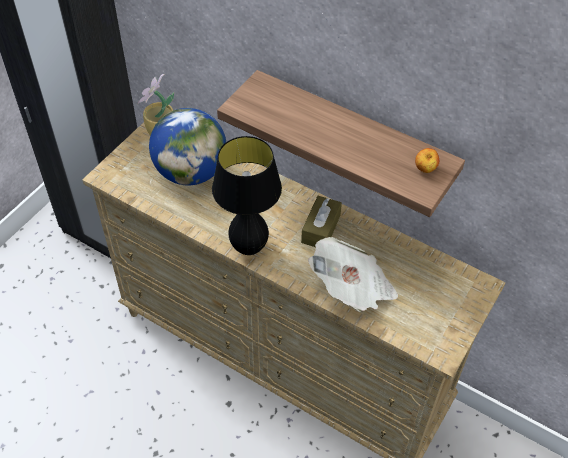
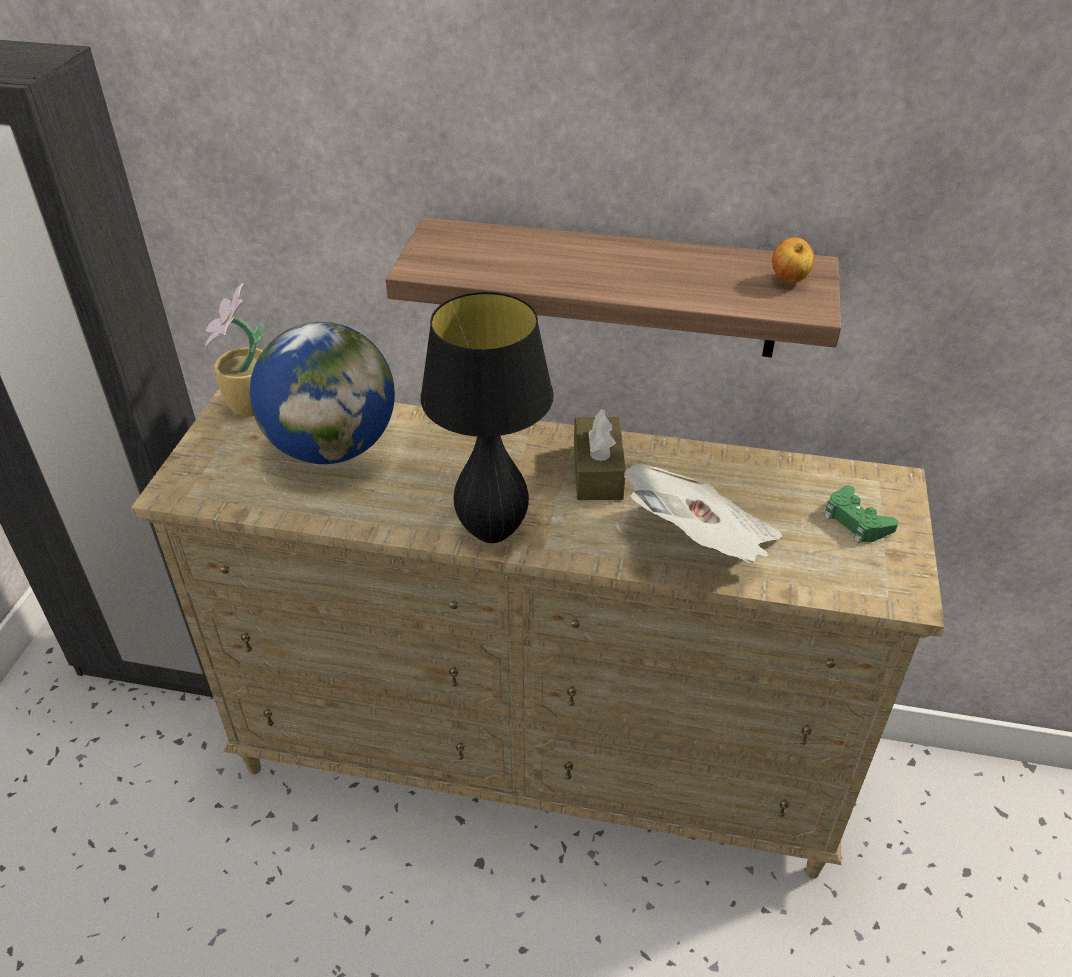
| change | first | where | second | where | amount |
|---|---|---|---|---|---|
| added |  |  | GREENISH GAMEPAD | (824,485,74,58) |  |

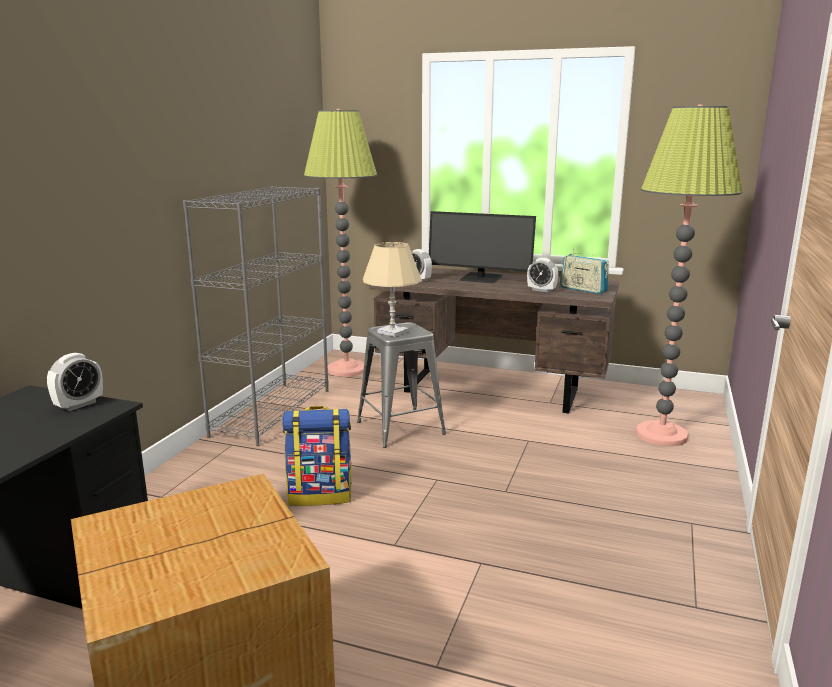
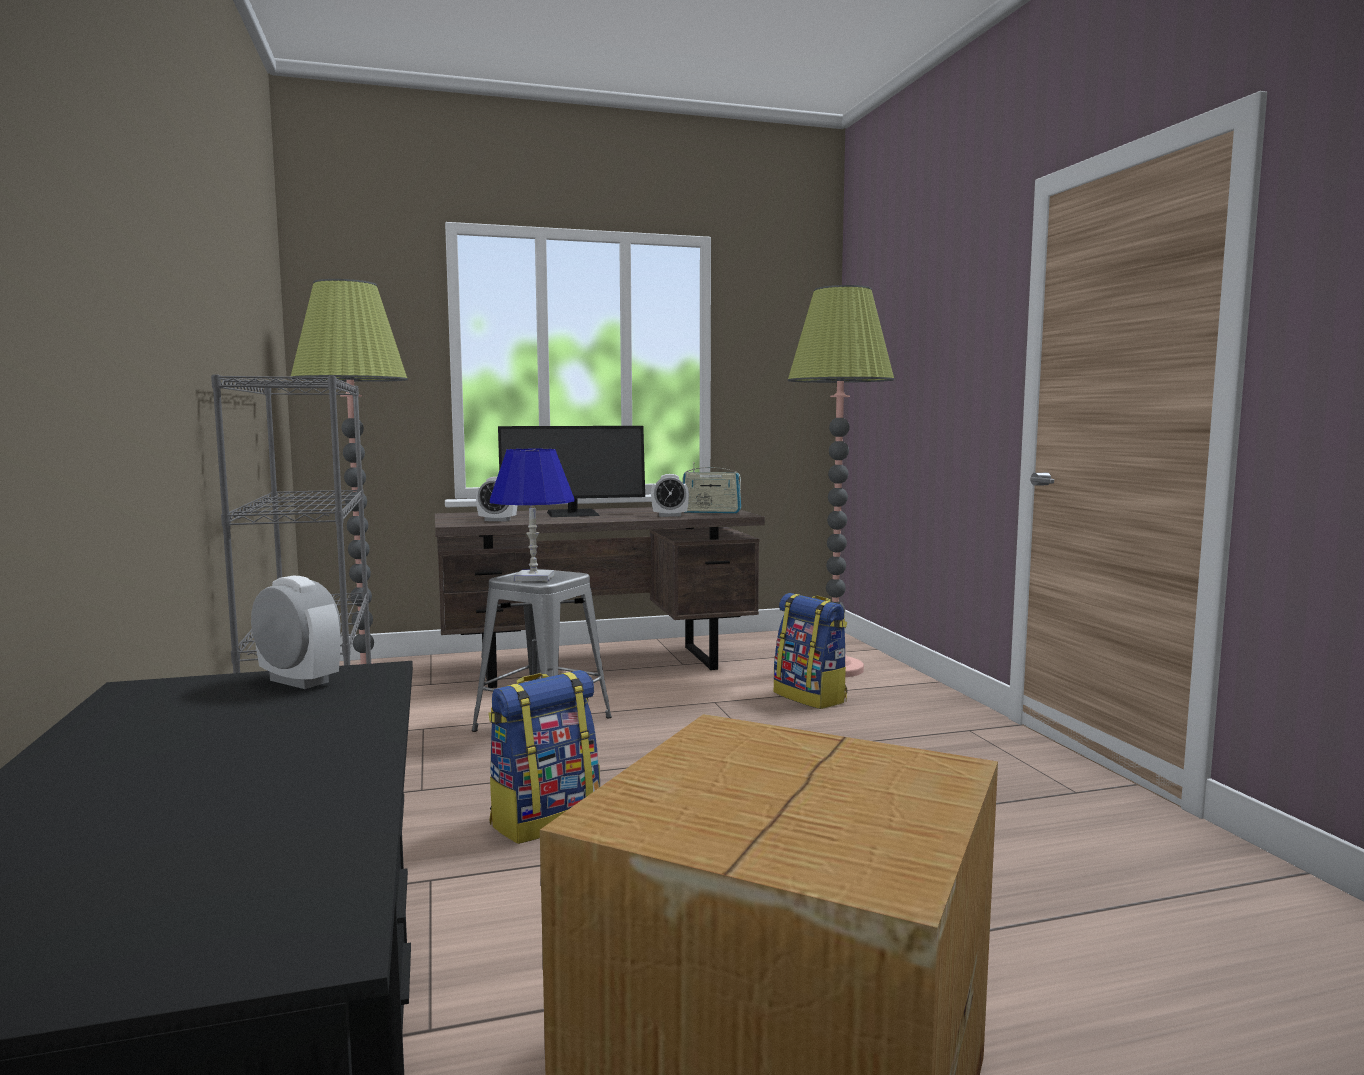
| change | first | where | second | where | amount |
|---|---|---|---|---|---|
| turned | ALARM CLOCK | (47,353,56,58) |  | (251,576,90,113) | 60 degrees counterclockwise |
| recoloured | SAND-COLOURED TABLETOP LAMP | (363,242,59,95) | BLUISH TABLETOP LAMP | (490,449,85,132) |  |
| added |  |  | KNAPSACK | (774,593,73,116) |  |

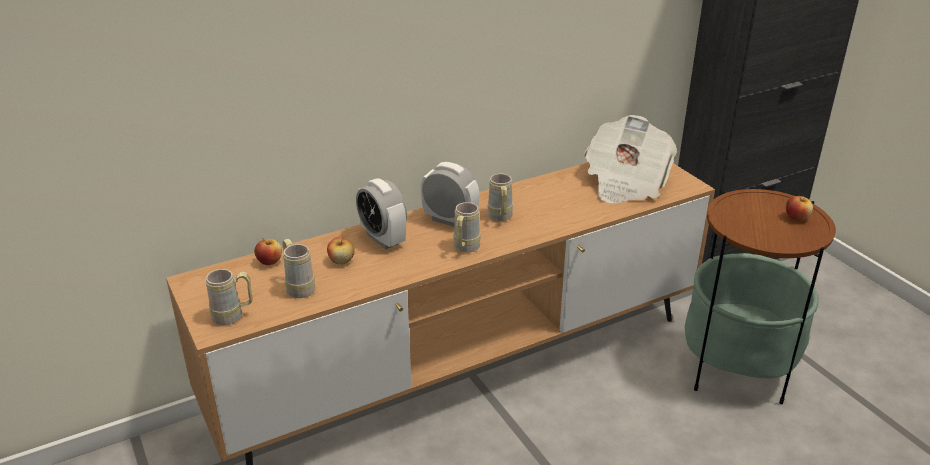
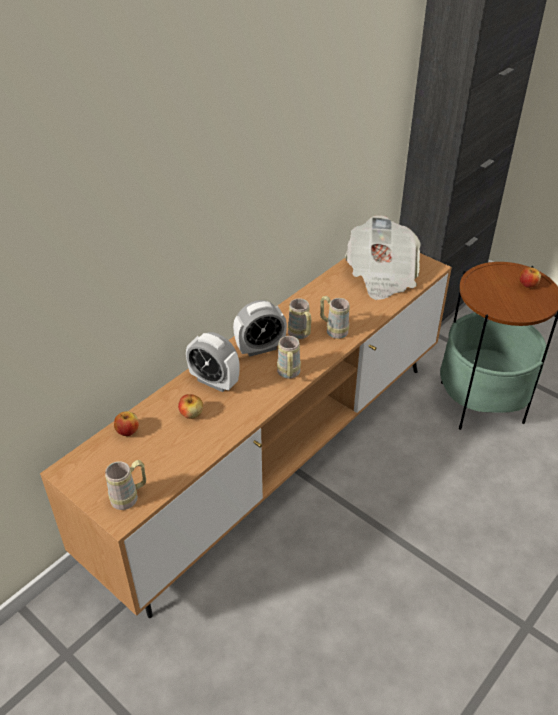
| change | first | where | second | where | amount |
|---|---|---|---|---|---|
| moved | SAND-COLOURED TEA MUG | (282,239,33,59) |  | (320,296,30,43) |  |
| turned | ALARM CLOCK | (421,162,58,65) |  | (233,300,54,57) | 150 degrees clockwise |

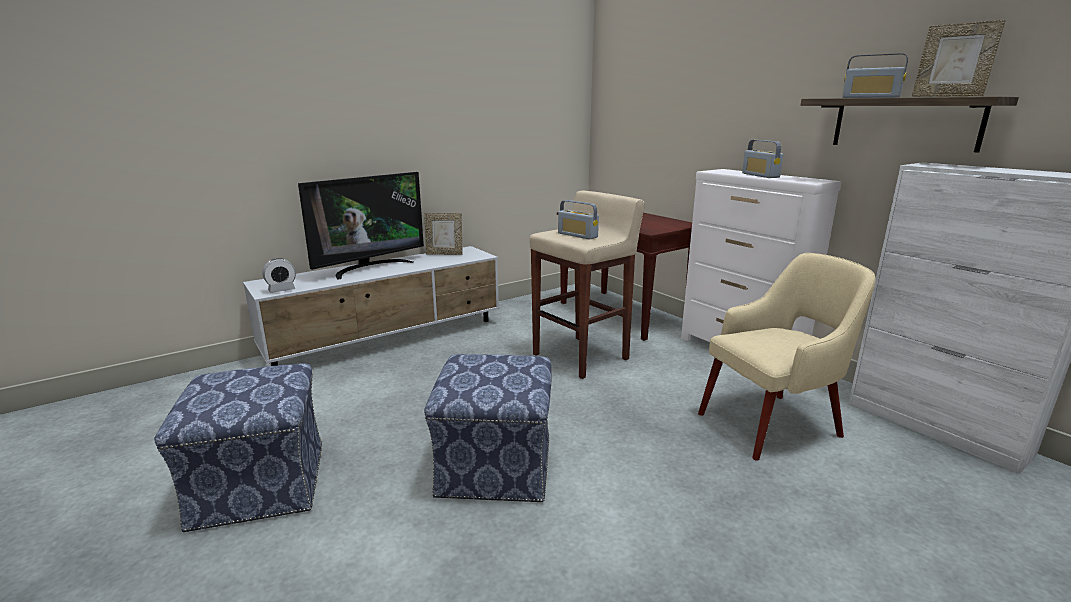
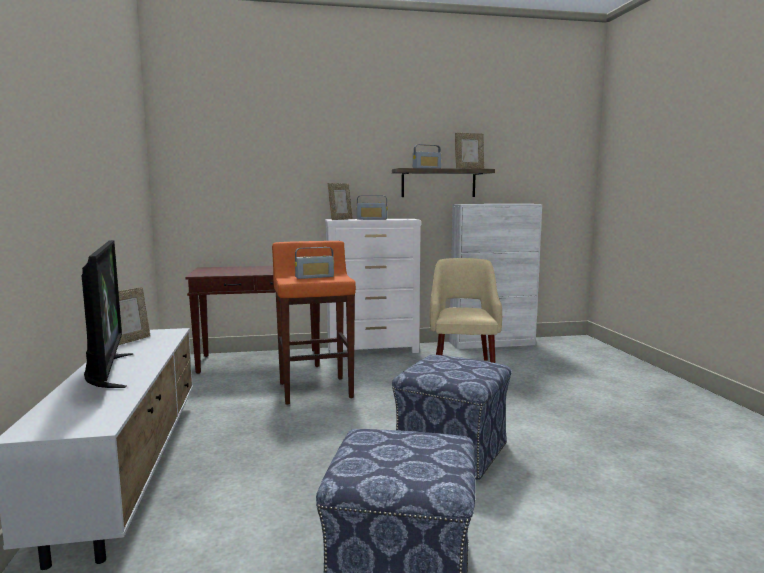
| change | first | where | second | where | amount |
|---|---|---|---|---|---|
| removed | ALARM CLOCK | (262,258,34,35) |  |  |  |
| recoloured | SAND-COLOURED STOOL SEAT | (529,191,116,188) | ORANGE-COLOURED STOOL SEAT | (272,241,84,164) |  |
| added |  |  | PICTURE FRAME | (328,183,25,37) |  |

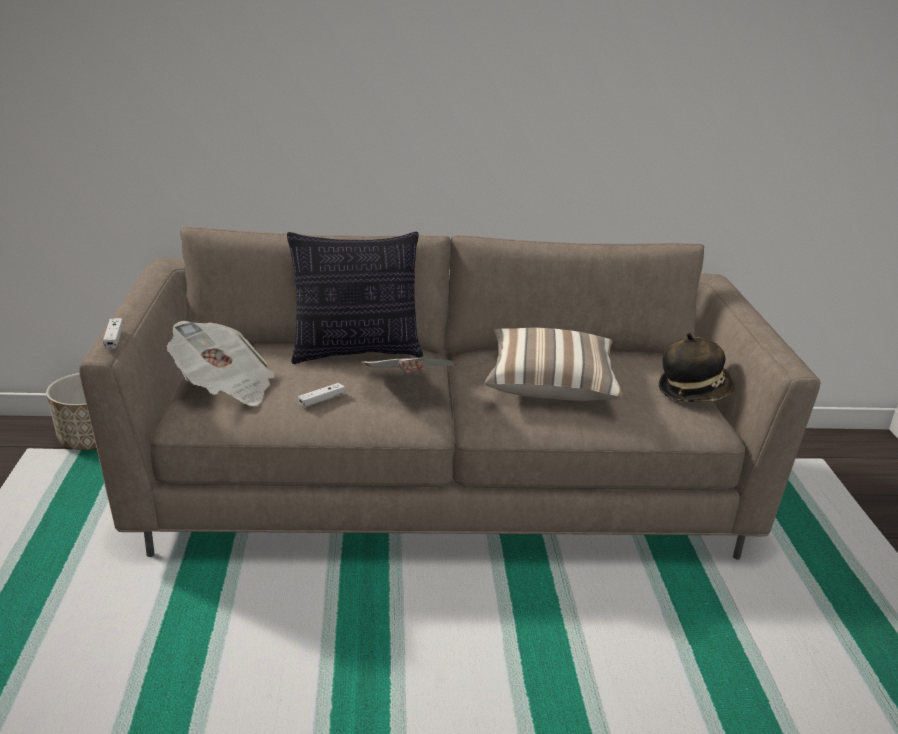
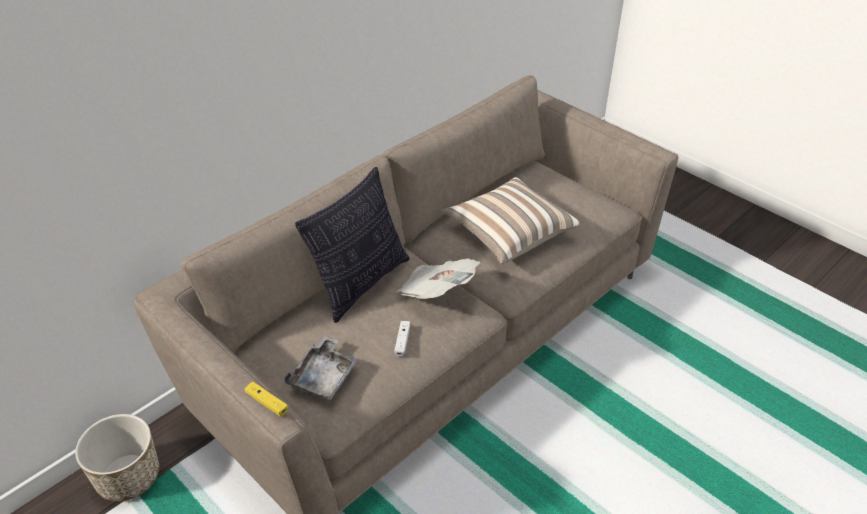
| change | first | where | second | where | amount |
|---|---|---|---|---|---|
| recoloured | WHITISH GAMEPAD | (103,318,20,31) | YELLOWISH GAMEPAD | (245,381,43,36) |  |
| replaced | DAILY PAPER | (167,321,108,85) | GREY TRAY | (284,335,74,65) |  |
| removed | WEARABLE HAT | (659,333,76,69) |  |  |  |

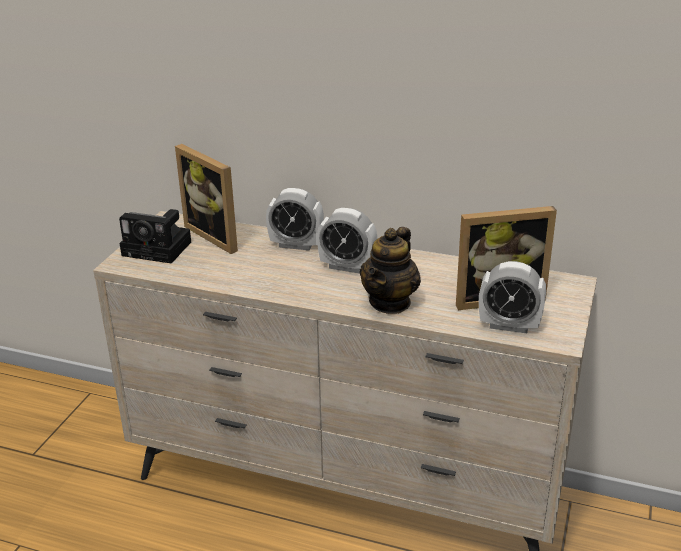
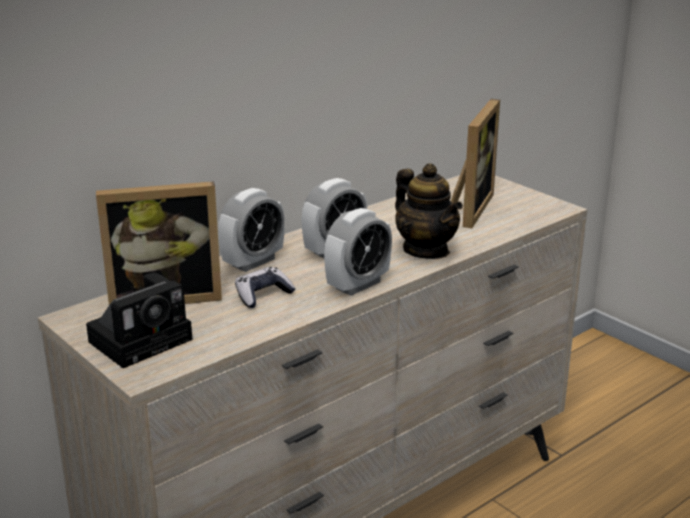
| change | first | where | second | where | amount |
|---|---|---|---|---|---|
| moved | ALARM CLOCK | (479,261,67,72) |  | (324,208,68,88) |  |
| added |  |  | GAMEPAD | (235,267,60,41) |  |

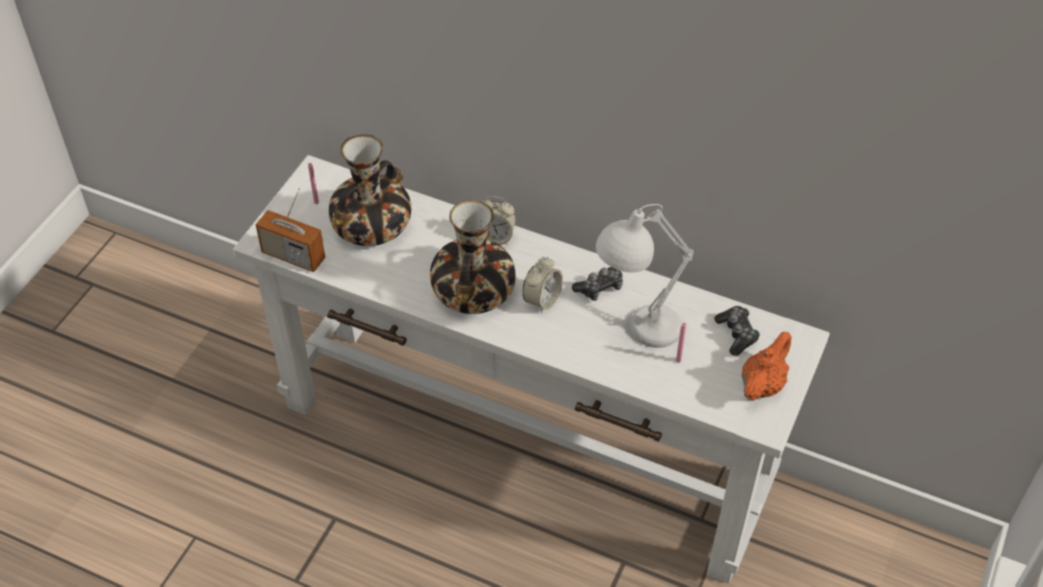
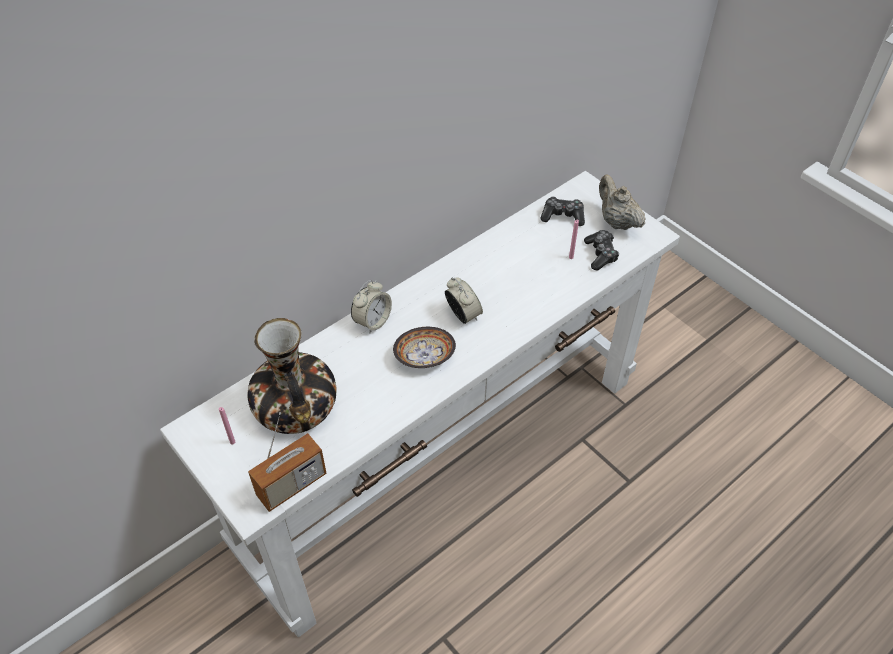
| change | first | where | second | where | amount |
|---|---|---|---|---|---|
| replaced | VASE | (430,200,86,114) | DEEP DISH | (393,327,63,41) |  |
| moved | GAMEPAD | (572,267,51,34) |  | (584,230,35,40) |  |
| removed | WHITISH TABLETOP LAMP | (596,204,98,144) |  |  |  |
| recoloured | ORANGE-COLOURED TEA POT | (741,332,50,69) | SAND-COLOURED TEA POT | (599,175,46,55) |  |

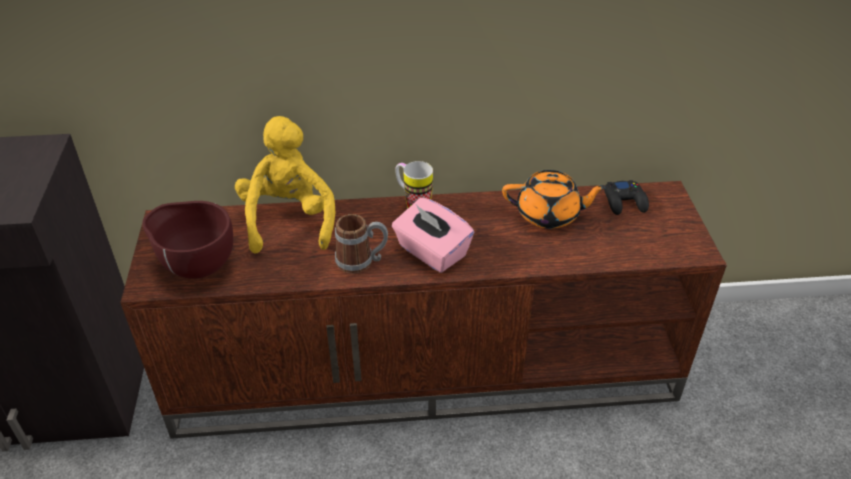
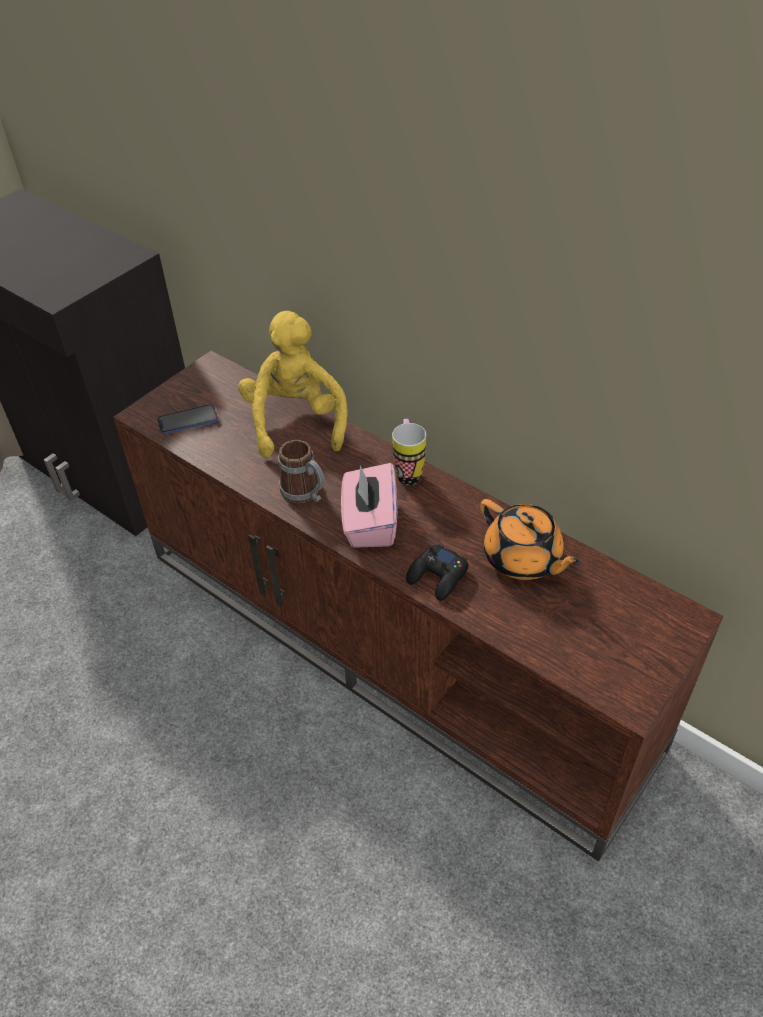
| change | first | where | second | where | amount |
|---|---|---|---|---|---|
| replaced | BROWN-COLOURED DEEP DISH | (142,201,91,78) | HANDSET | (157,404,61,30) |  |
| turned | YELLOWISH PLUSH TOY | (235,116,100,138) |  | (238,311,110,147) | 45 degrees counterclockwise |
| moved | BLACK-COLOURED GAMEPAD | (604,180,45,35) |  | (406,544,62,57) |  |

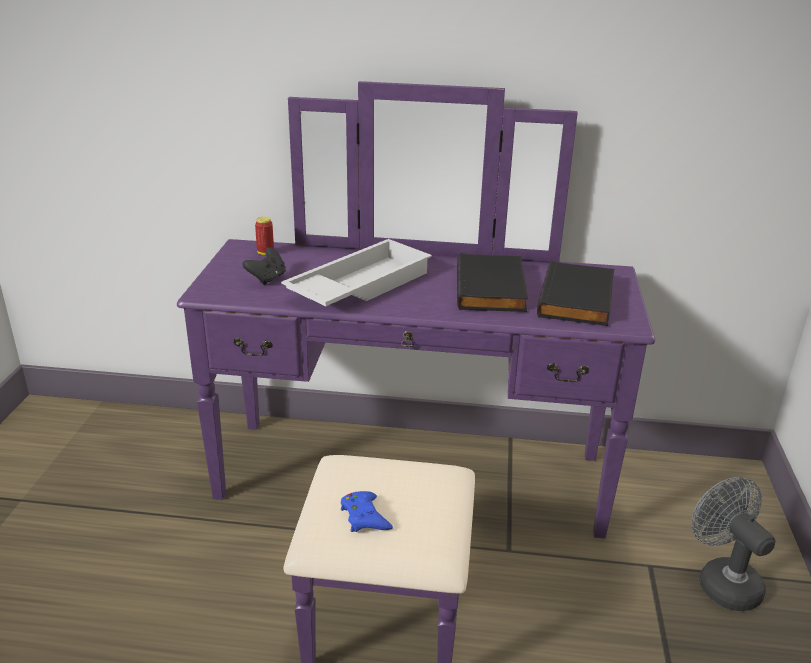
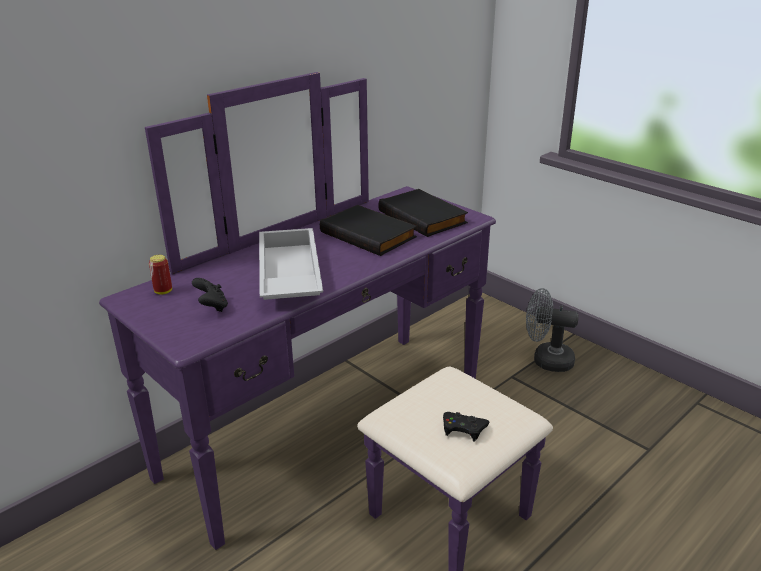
| change | first | where | second | where | amount |
|---|---|---|---|---|---|
| recoloured | BLUISH GAMEPAD | (341,491,52,41) | BLACK-COLOURED GAMEPAD | (443,412,46,30) |  |

